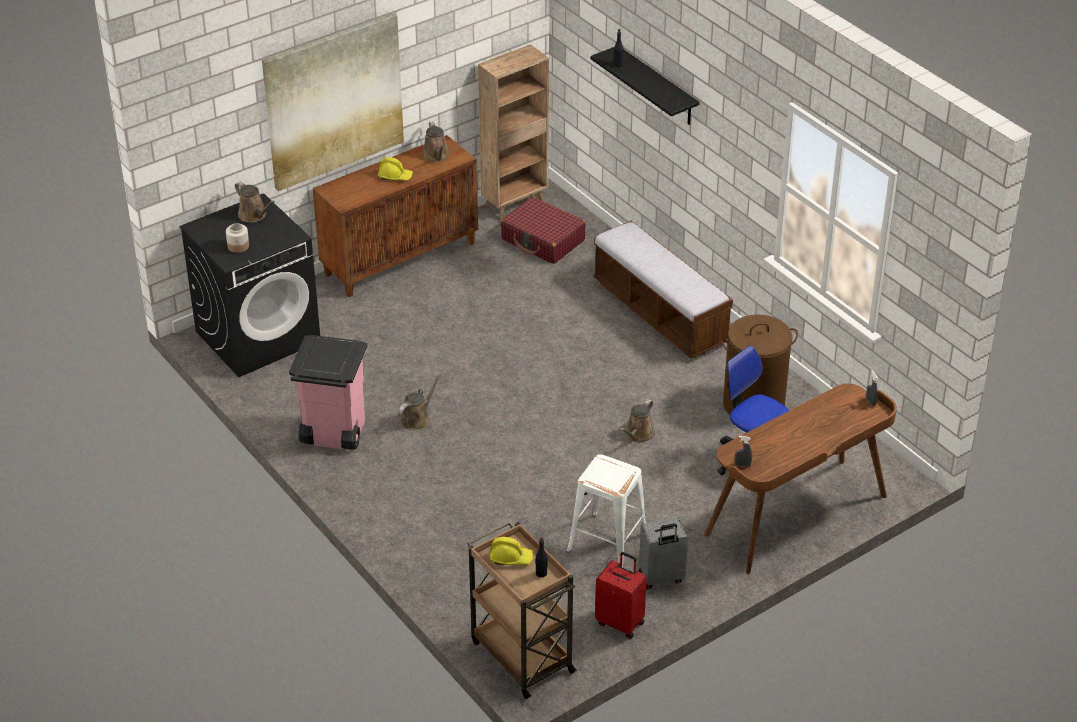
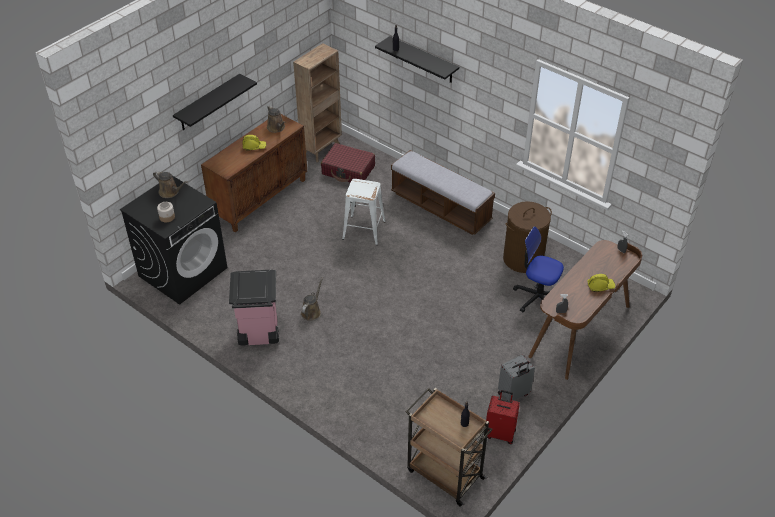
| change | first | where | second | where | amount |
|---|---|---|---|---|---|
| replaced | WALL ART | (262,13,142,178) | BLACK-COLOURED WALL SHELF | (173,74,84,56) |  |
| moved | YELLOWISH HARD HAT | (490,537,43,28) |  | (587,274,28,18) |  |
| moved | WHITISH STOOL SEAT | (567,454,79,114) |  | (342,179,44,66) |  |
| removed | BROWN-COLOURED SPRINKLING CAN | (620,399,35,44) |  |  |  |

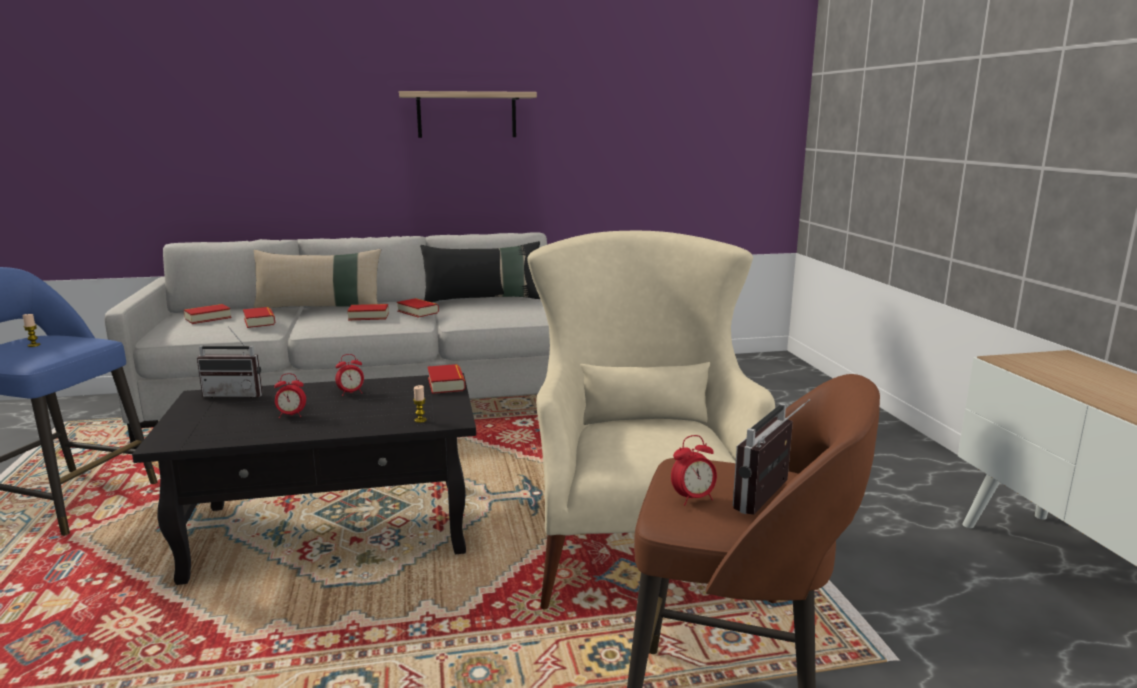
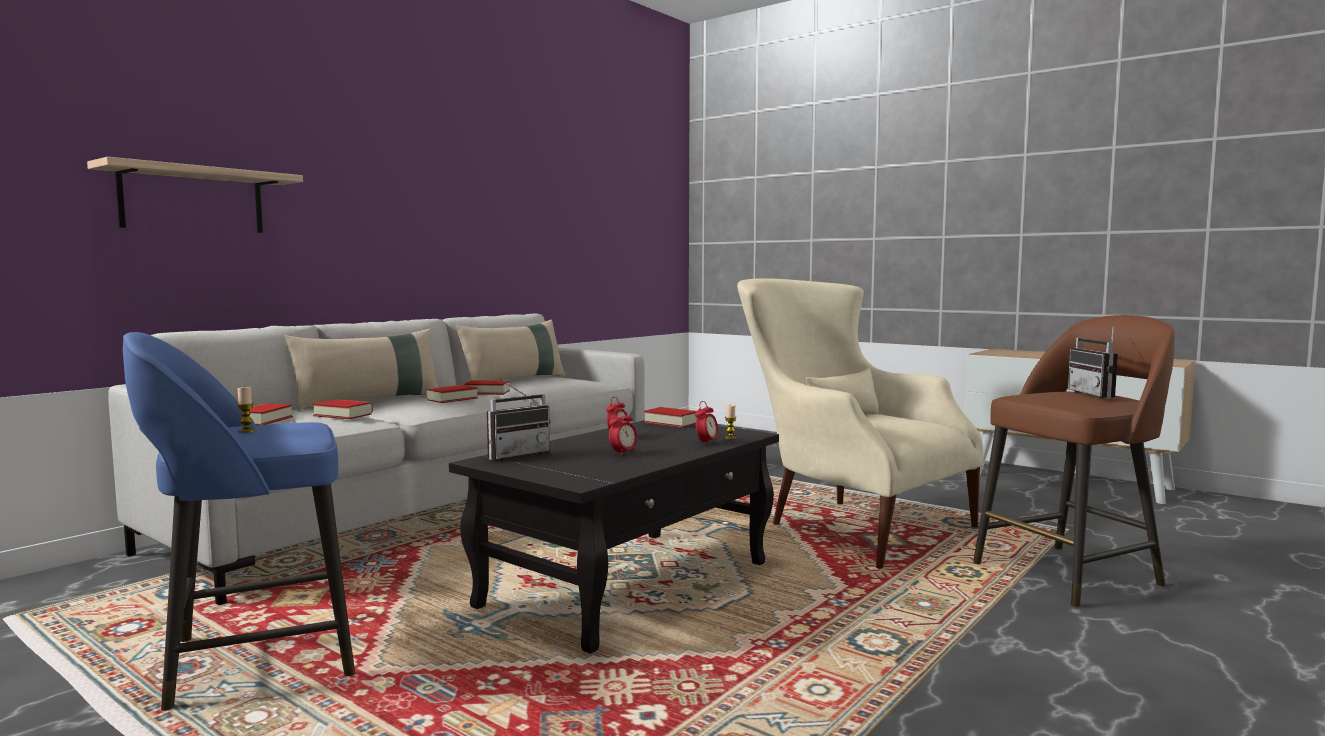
| change | first | where | second | where | amount |
|---|---|---|---|---|---|
| moved | WALL SHELF | (399,91,138,47) |  | (87,157,216,76) |  |
| recoloured | BLACK-COLOURED THROW PILLOW | (420,241,120,61) | SAND-COLOURED THROW PILLOW | (456,320,109,60) |  |
| moved | ALARM CLOCK | (671,435,46,70) |  | (695,401,23,44) |  |

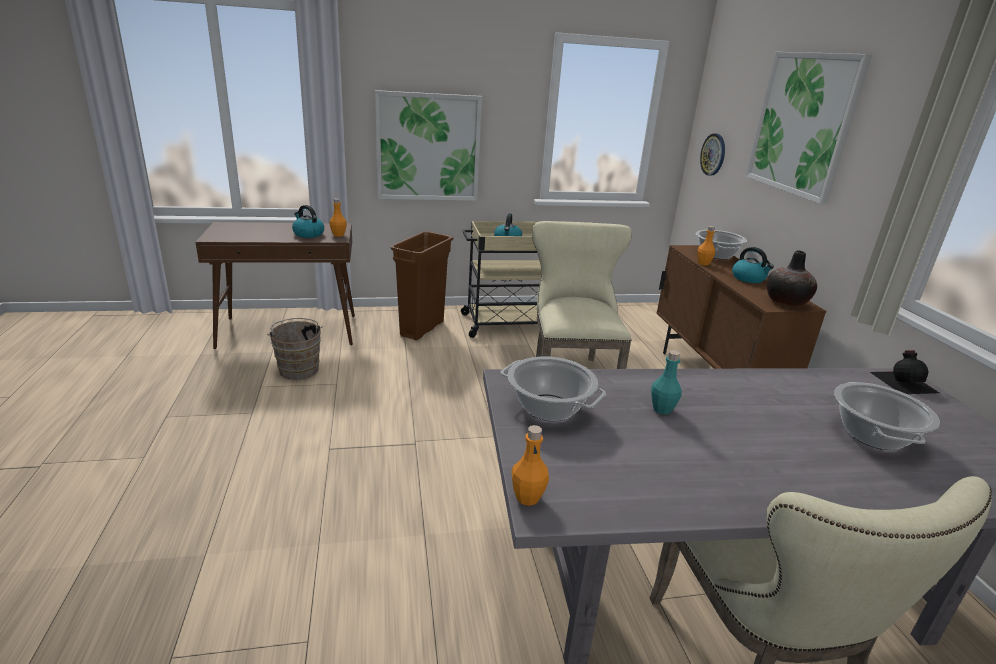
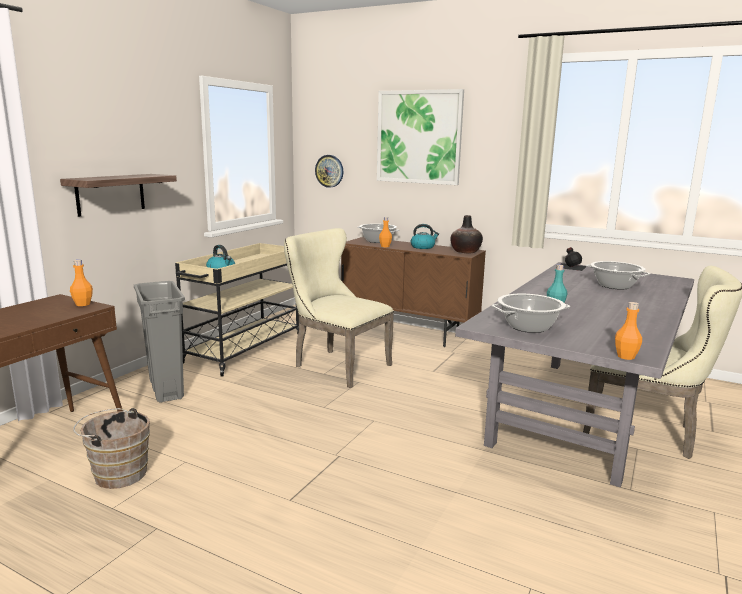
| change | first | where | second | where | amount |
|---|---|---|---|---|---|
| removed | KETTLE | (292,205,32,33) |  |  |  |
| replaced | WALL ART | (375,90,107,111) | WALL SHELF | (60,174,117,43) |  |
| recoloured | BROWN-COLOURED WASTE BIN | (390,231,63,109) | GREY WASTE BIN | (134,281,51,122) |  |

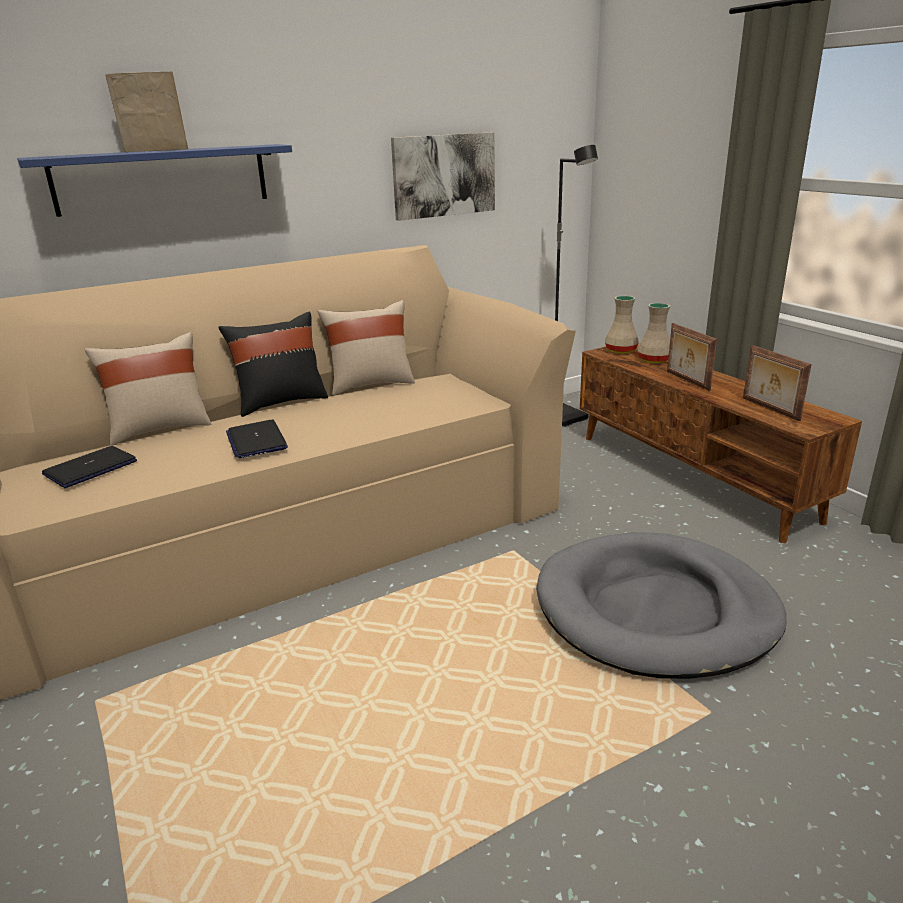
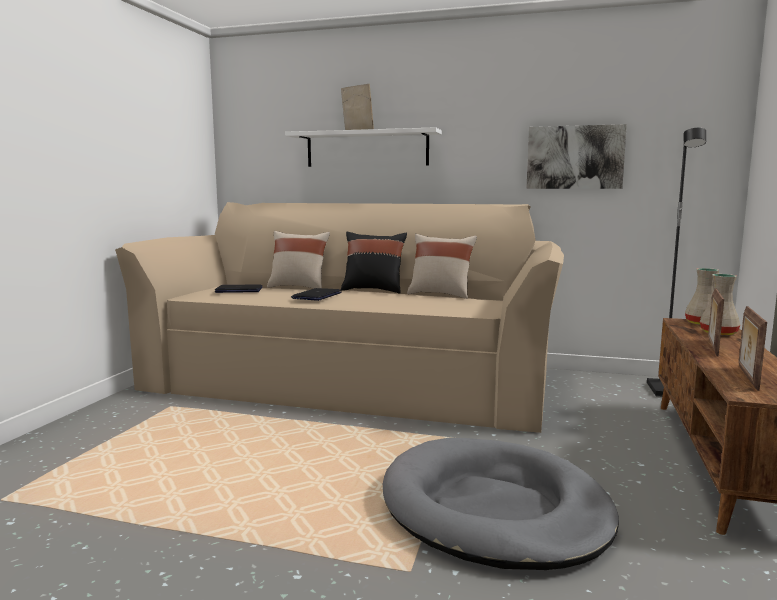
| change | first | where | second | where | amount |
|---|---|---|---|---|---|
| recoloured | BLUISH WALL SHELF | (17,144,275,73) | WHITISH WALL SHELF | (285,127,157,40) |  |

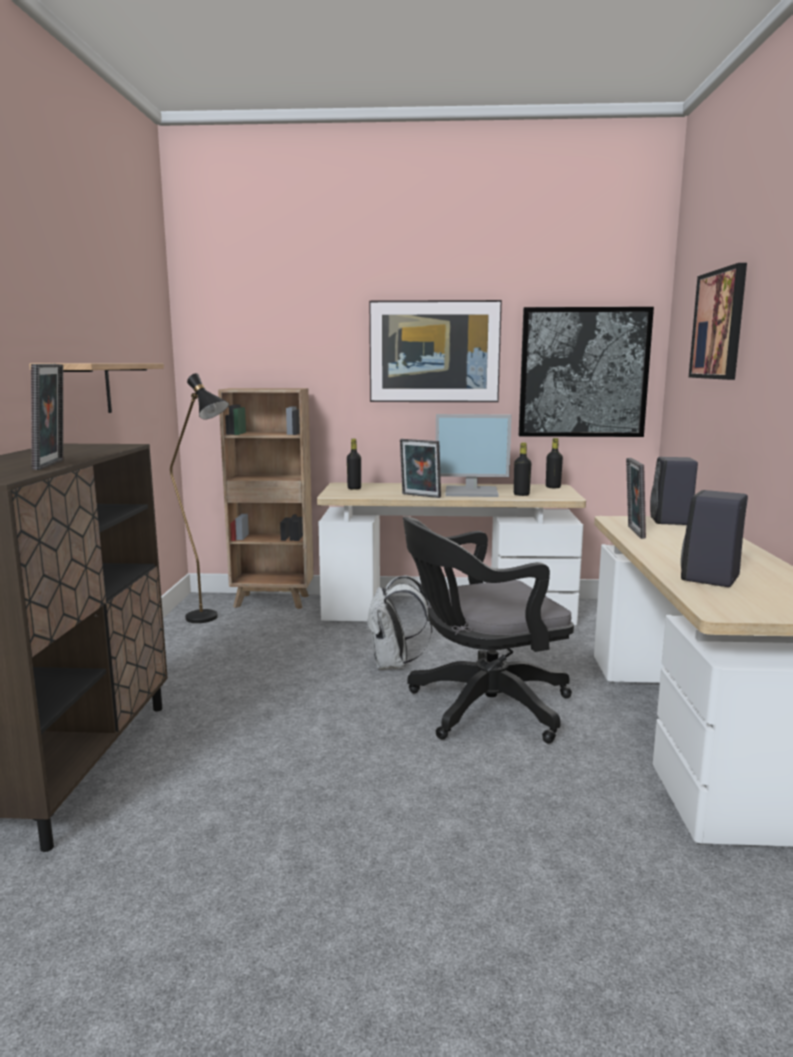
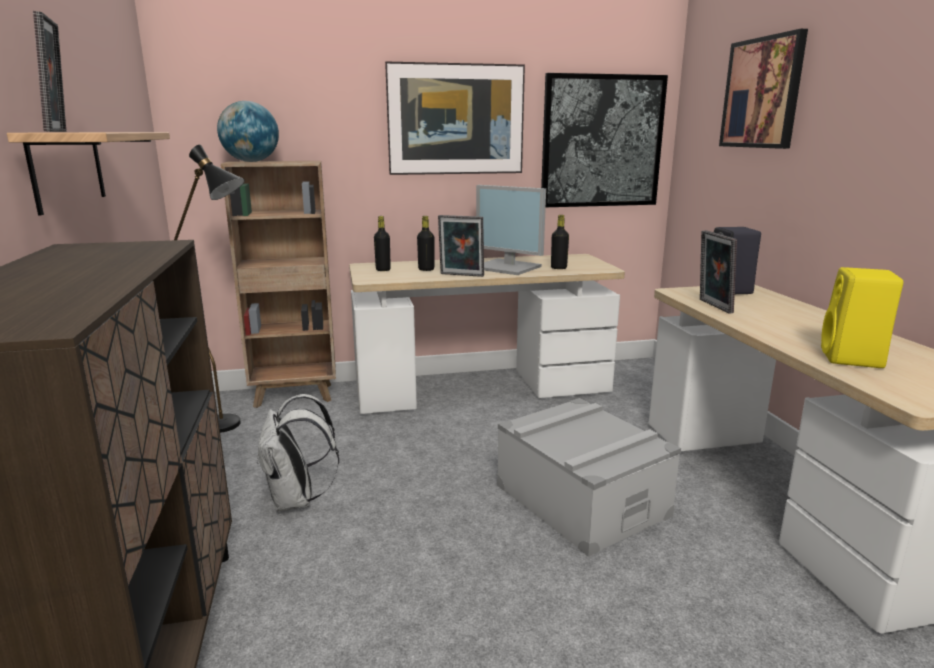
| change | first | where | second | where | amount |
|---|---|---|---|---|---|
| moved | PICTURE FRAME | (31,364,32,106) |  | (33,11,33,121) |  |
| moved | WHITISH KNAPSACK | (366,575,66,94) |  | (257,394,82,118) |  |
| replaced | BLACK-COLOURED COMPUTER CHAIR | (403,516,171,228) | GREY STORAGE CONTAINER | (497,398,184,159) |  |
| turned | COMPUTER SCREEN | (436,414,75,83) |  | (476,185,70,90) | 45 degrees clockwise |
| moved | BLACK-COLOURED DRINK BOTTLE | (546,438,17,50) |  | (417,216,17,55) |  |
| recoloured | BLACK-COLOURED SPEAKER | (681,490,67,97) | YELLOWISH SPEAKER | (821,267,82,101) |  |
| added |  |  | WORLD GLOBE | (217,101,62,61) |  |

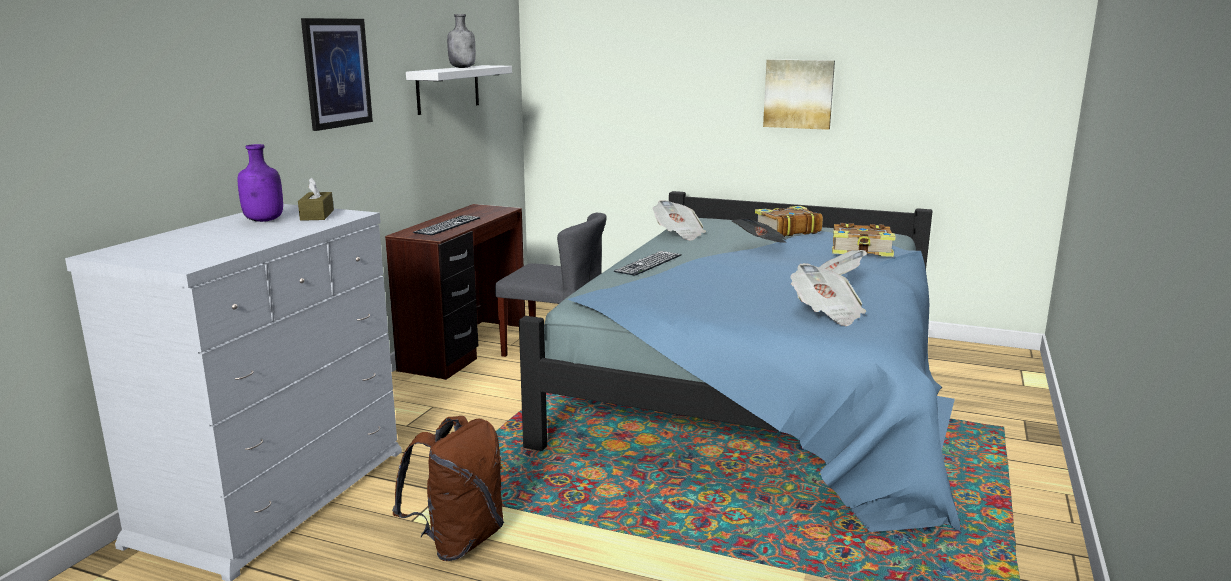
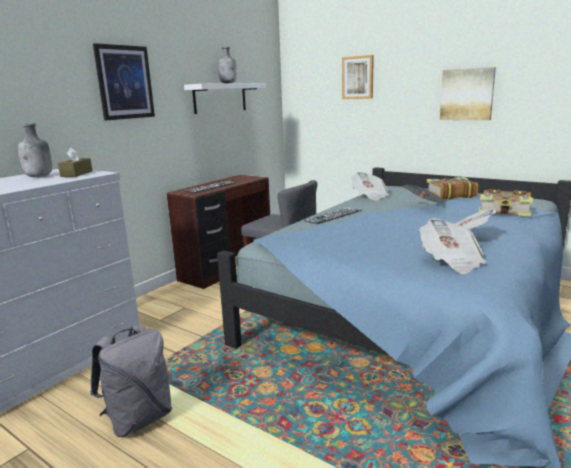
| change | first | where | second | where | amount |
|---|---|---|---|---|---|
| recoloured | PURPLISH DRINK BOTTLE | (238,144,45,78) | GREY DRINK BOTTLE | (18,124,34,53) |  |
| recoloured | BROWN-COLOURED KNAPSACK | (392,416,112,145) | GREY KNAPSACK | (90,325,82,112) |  |
| added |  |  | WALL ART | (342,55,32,44) |  |

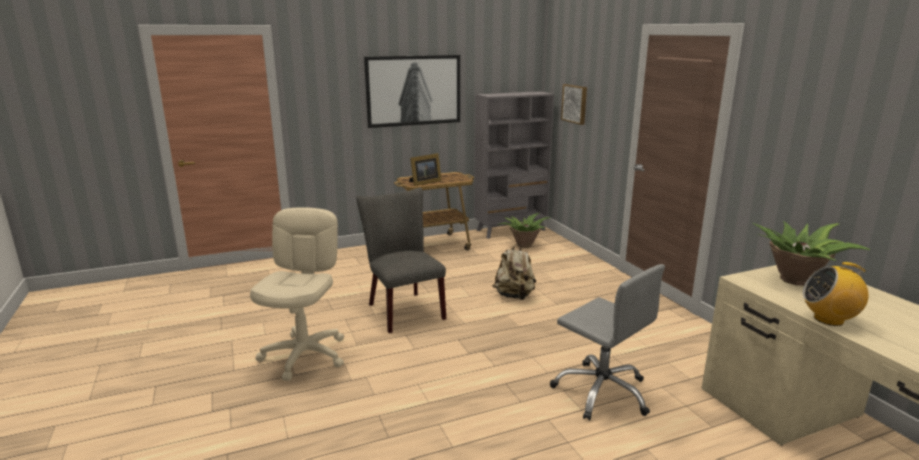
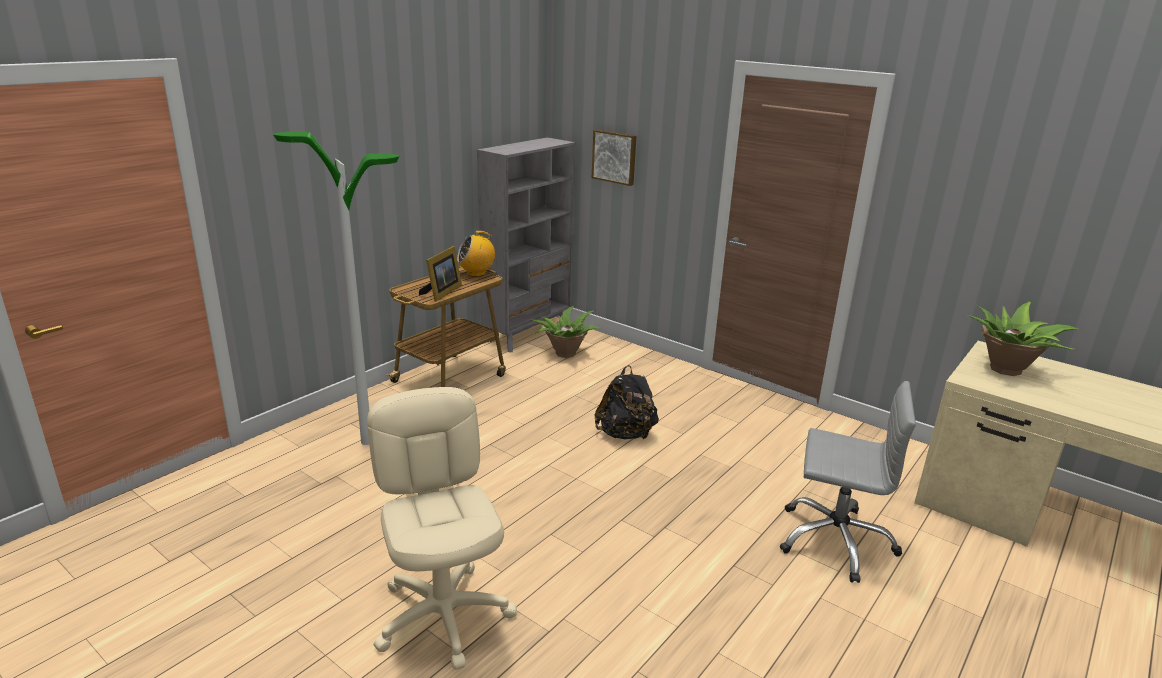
| change | first | where | second | where | amount |
|---|---|---|---|---|---|
| removed | GREY PLAIN CHAIR | (357,188,89,145) |  |  |  |
| removed | WALL ART | (364,55,96,73) |  |  |  |
| recoloured | SAND-COLOURED KNAPSACK | (492,243,44,57) | BLACK-COLOURED KNAPSACK | (594,365,65,74) |  |
| moved | RADIO RECEIVER | (803,262,66,64) |  | (457,231,38,46) |  |
| added |  |  | STANDING LAMP | (273,131,126,314) |  |

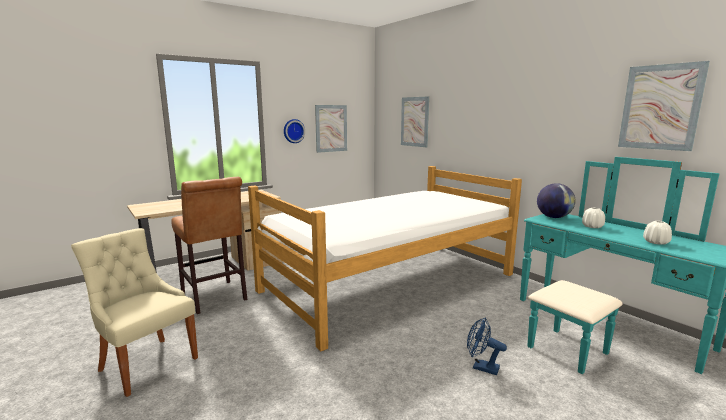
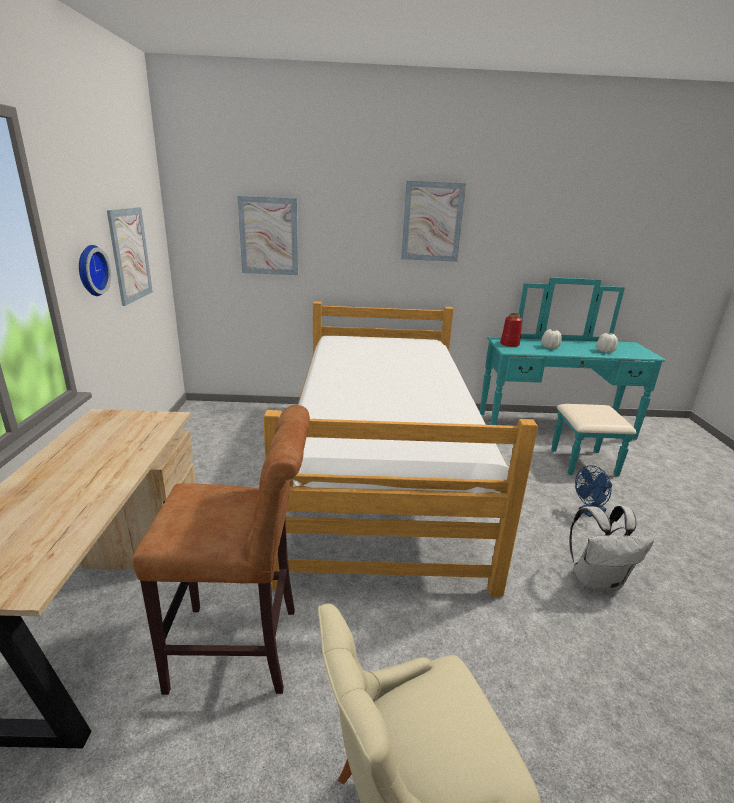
| change | first | where | second | where | amount |
|---|---|---|---|---|---|
| replaced | WORLD GLOBE | (537,183,38,35) | REDDISH VASE | (500,313,23,34) |  |
| moved | WALL ART | (618,61,92,90) |  | (401,181,65,81) |  |
| added |  |  | WHITISH KNAPSACK | (569,506,85,85) |  |

